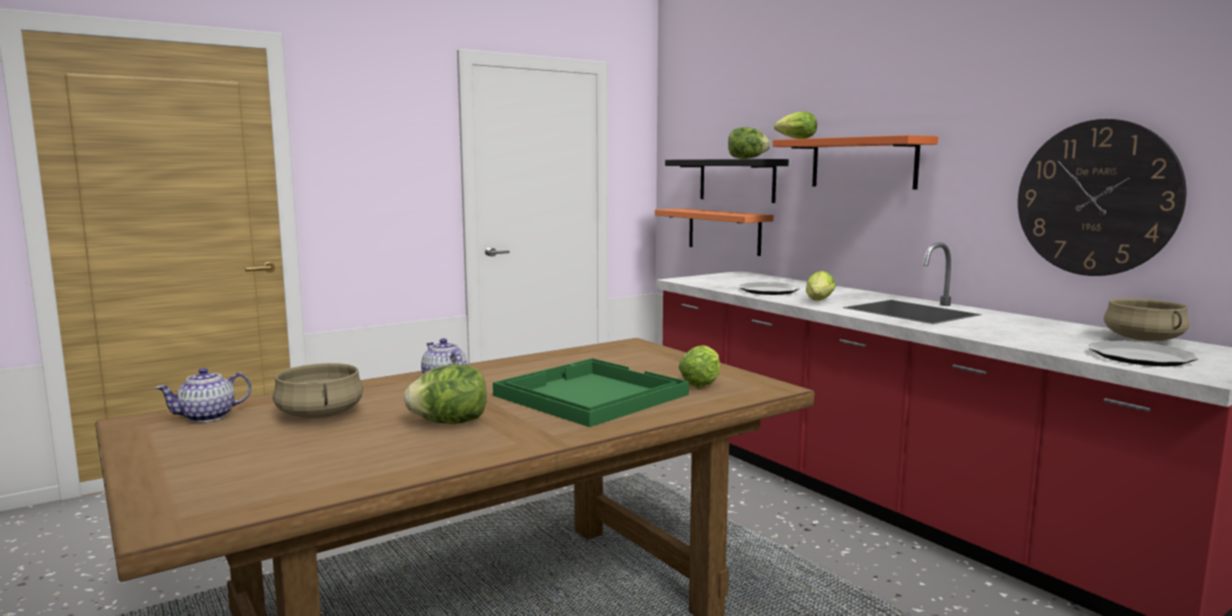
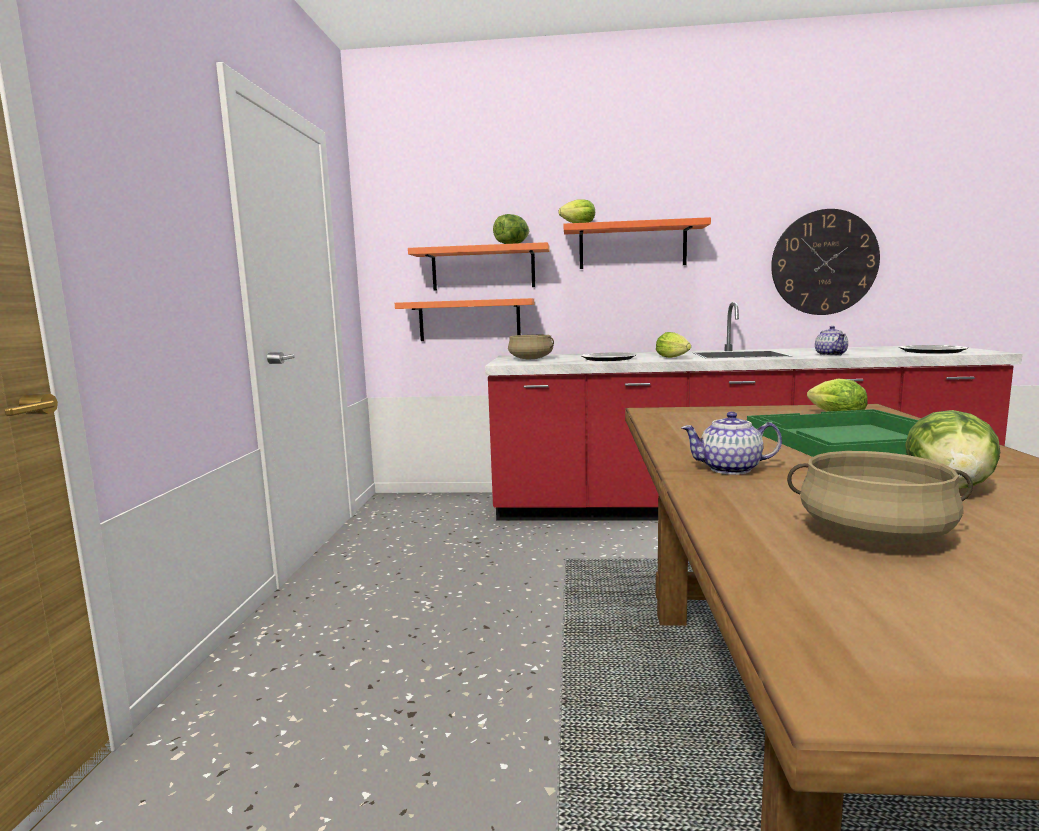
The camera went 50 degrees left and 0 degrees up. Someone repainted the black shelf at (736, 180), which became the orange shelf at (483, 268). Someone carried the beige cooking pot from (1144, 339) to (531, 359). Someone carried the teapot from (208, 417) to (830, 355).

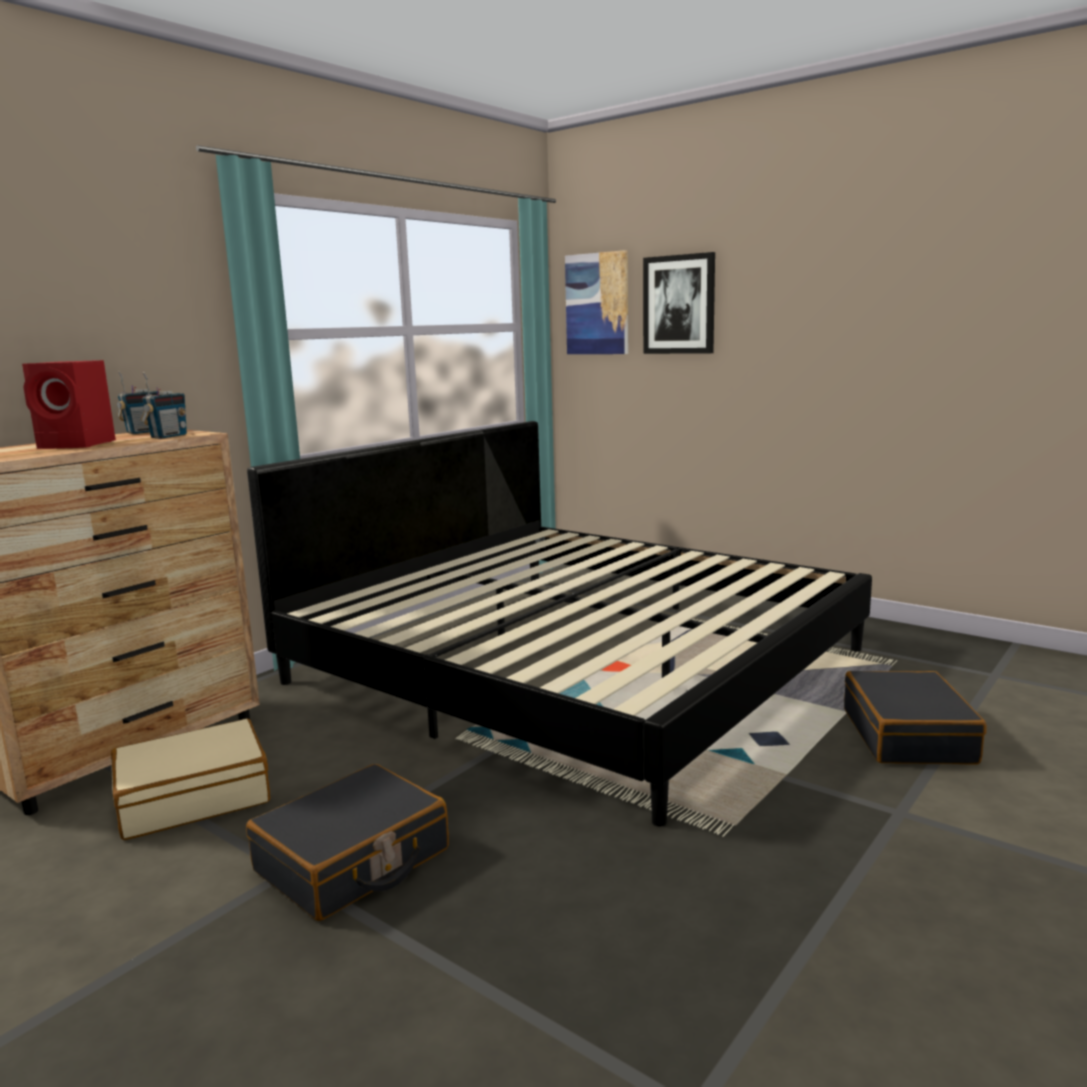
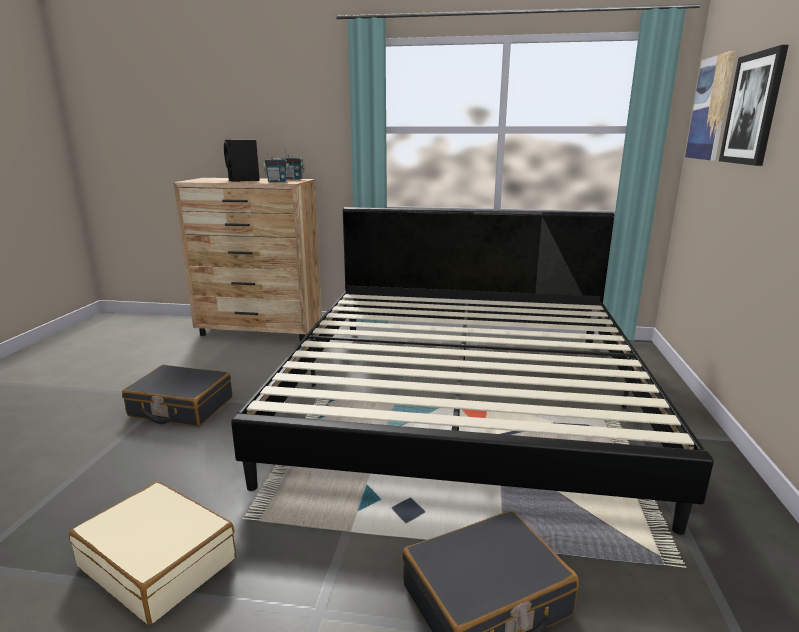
The camera went 60 degrees right and 5 degrees up. Someone repainted the red speaker at (79, 445), which became the black speaker at (243, 180). Someone carried the beige suitcase from (193, 797) to (159, 562).

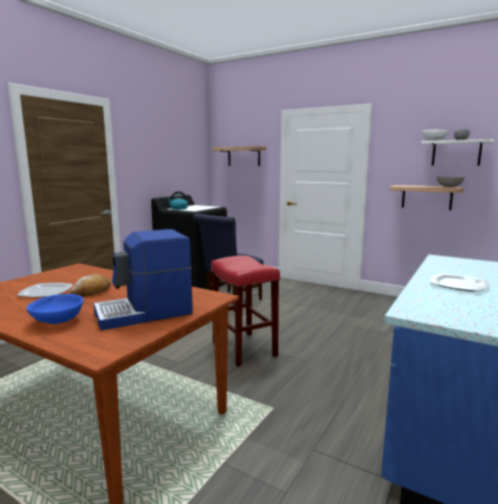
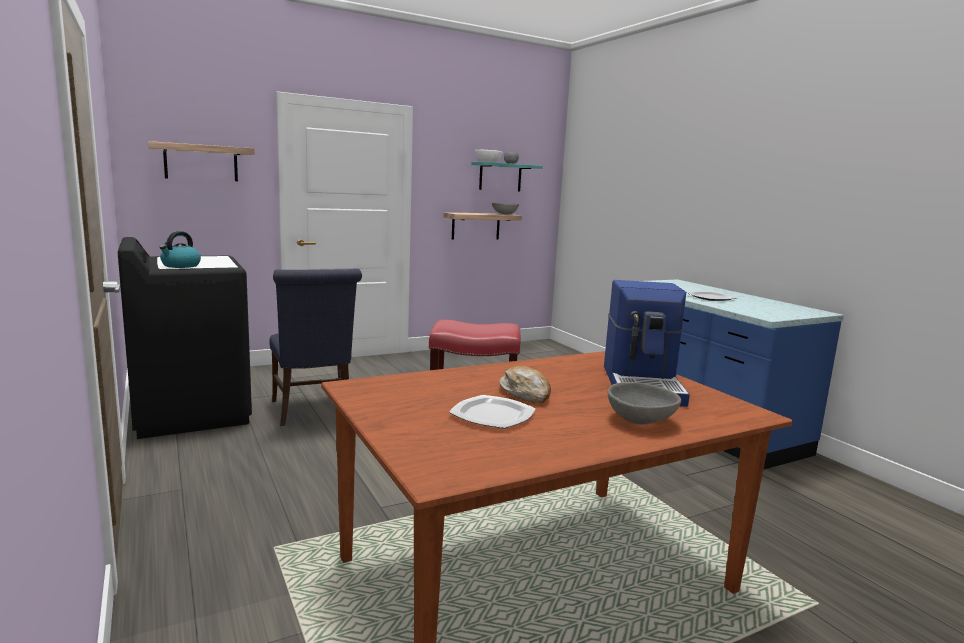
The camera went 60 degrees left and 0 degrees up. Someone repainted the white shelf at (456, 153), which became the turquoise shelf at (500, 177). Someone repainted the blue bowl at (57, 321), which became the grey bowl at (640, 420).

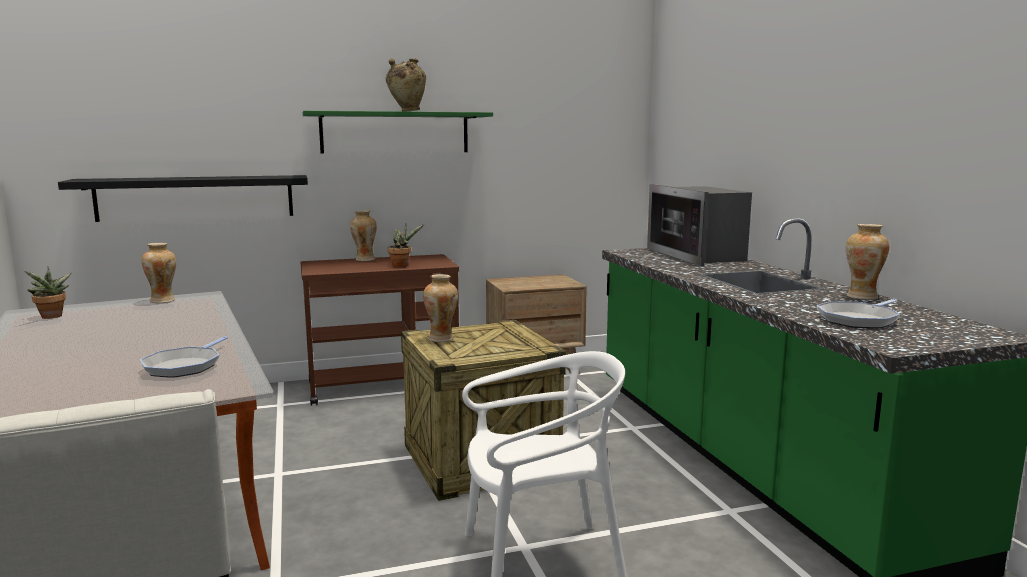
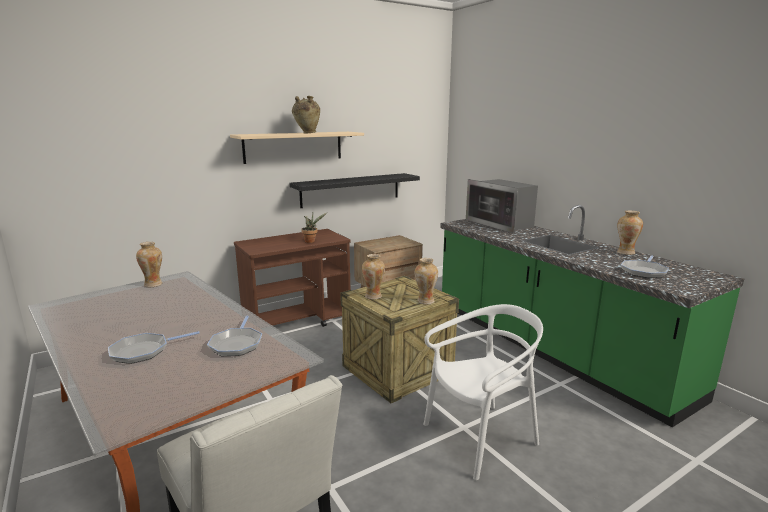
The camera went 15 degrees left and 5 degrees up. Someone repainted the green shelf at (395, 132), which became the beige shelf at (293, 147). Someone carried the black shelf from (196, 197) to (351, 190). Someone carried the vase from (364, 260) to (425, 301). Someone took away the potted plant at (52, 317). Someone put down the frying pan at (143, 351).

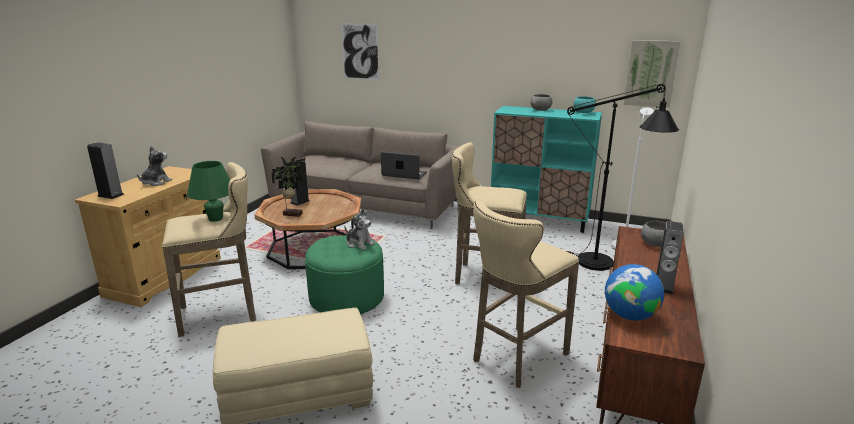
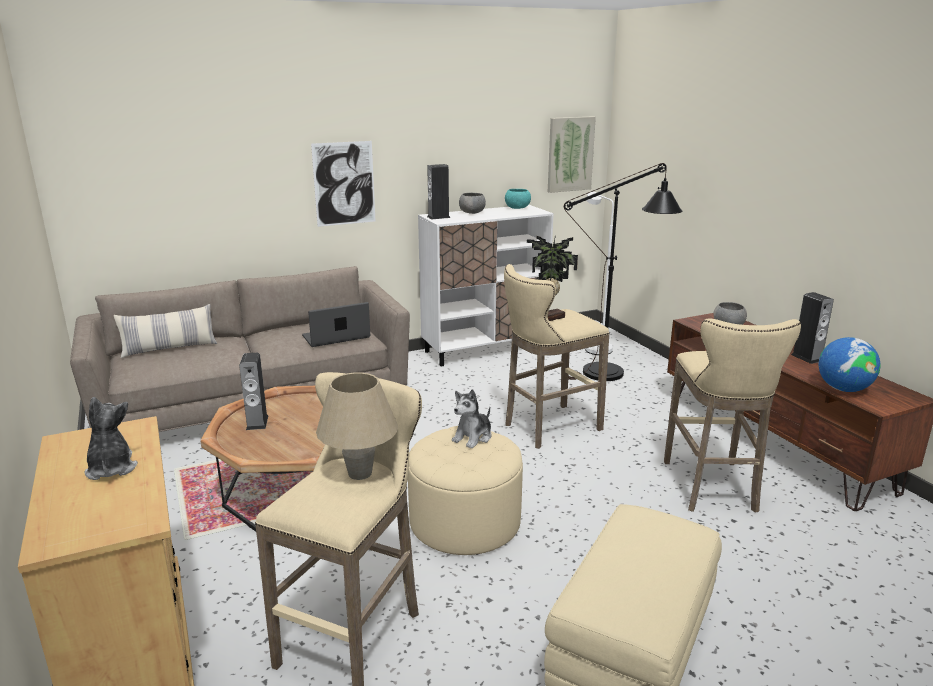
The camera went 45 degrees left and 0 degrees up. Someone carried the picture from (360, 51) to (344, 183). Someone repainted the turquoise cabinet at (539, 220), which became the white cabinet at (485, 349). Someone carried the speaker from (110, 195) to (438, 217). Someone carried the potted plant from (293, 214) to (549, 317). Someone repainted the green table lamp at (215, 219), which became the beige table lamp at (360, 473). Someone rotated the plush toy at (359, 244) by 135 degrees clockwise. Someone repainted the green ottoman at (346, 297), which became the beige ottoman at (465, 522). Someone put down the pillow at (169, 348).

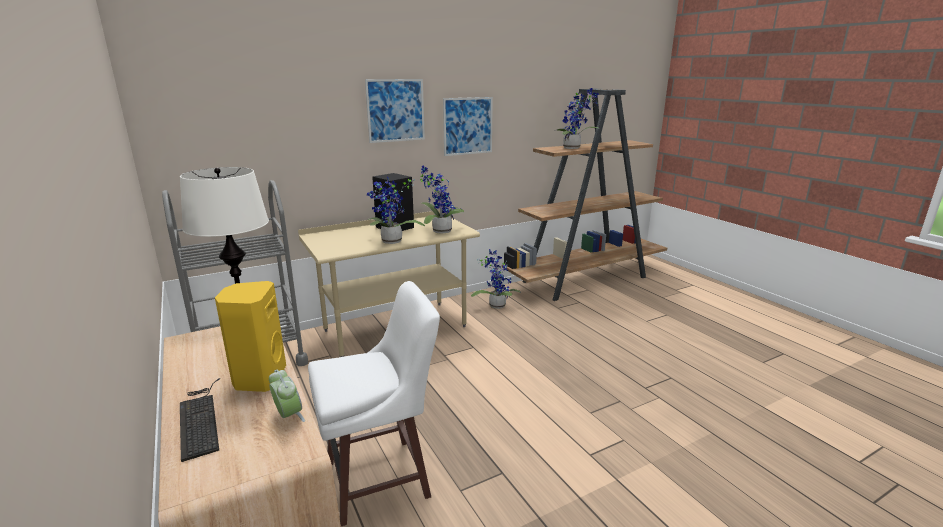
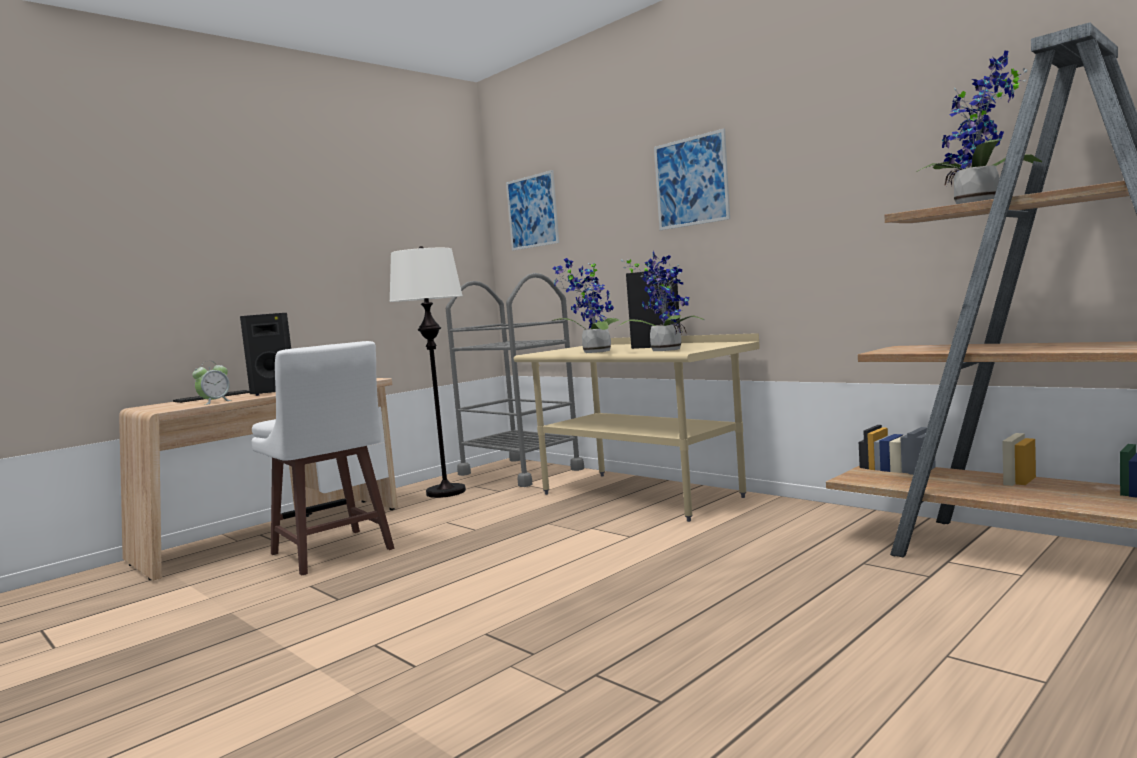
The camera went 75 degrees right and 15 degrees down. Someone carried the picture from (468, 126) to (532, 211). Someone took away the potted plant at (496, 304). Someone repainted the yellow speaker at (259, 378), which became the black speaker at (274, 392).

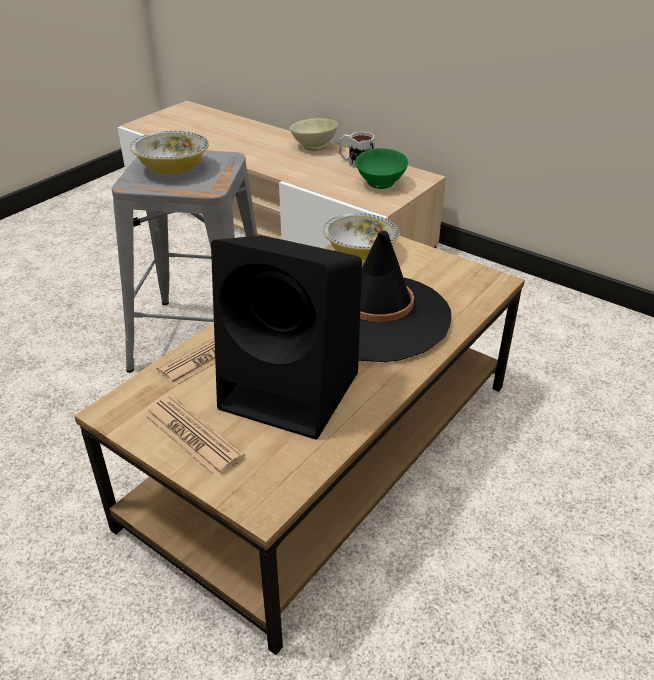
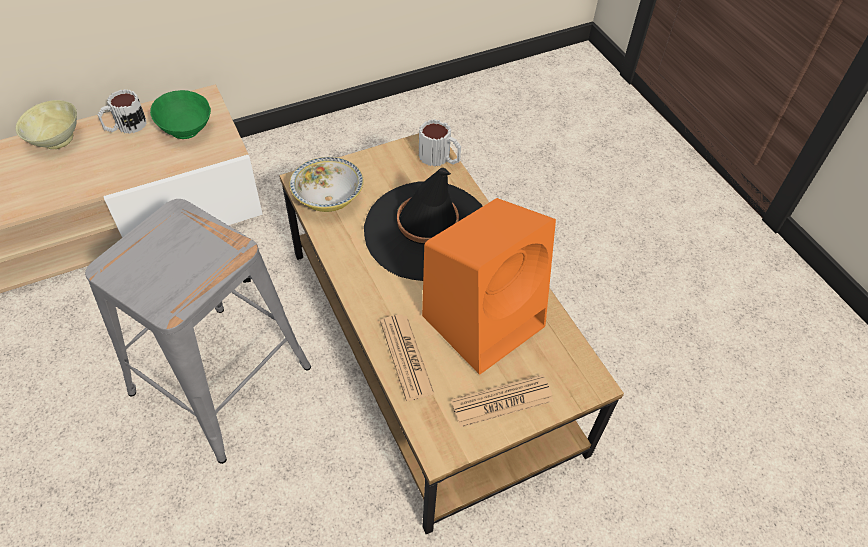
The camera went 65 degrees left and 15 degrees up. Someone took away the bowl at (172, 169). Someone repainted the black speaker at (293, 391), which became the orange speaker at (485, 319). Someone put down the mug at (440, 158).

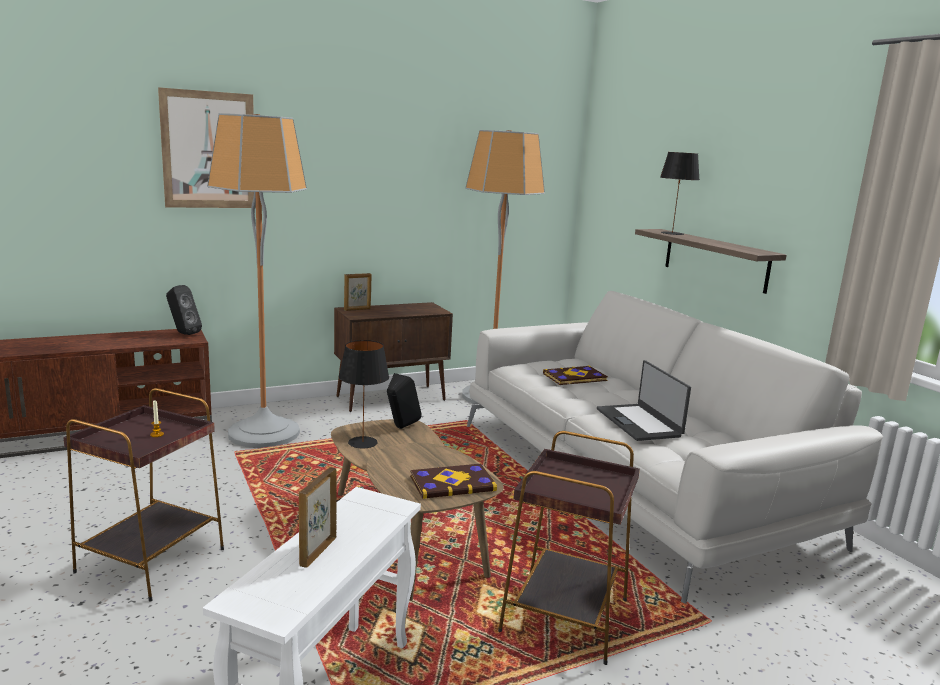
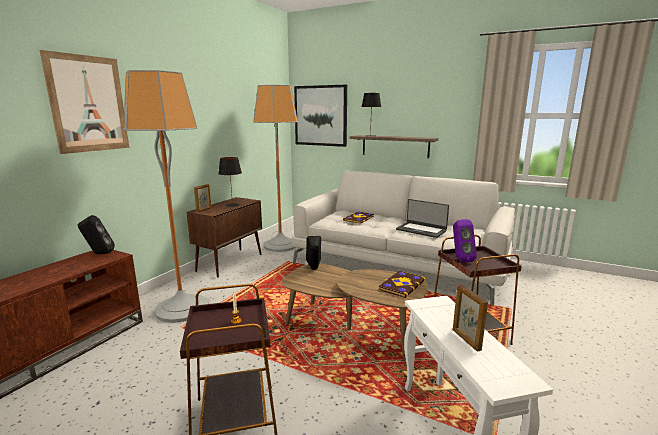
The camera went 35 degrees left and 0 degrees up. Someone carried the black table lamp from (363, 442) to (232, 205). Someone put up the picture at (320, 116). Someone put down the purple speaker at (460, 259).

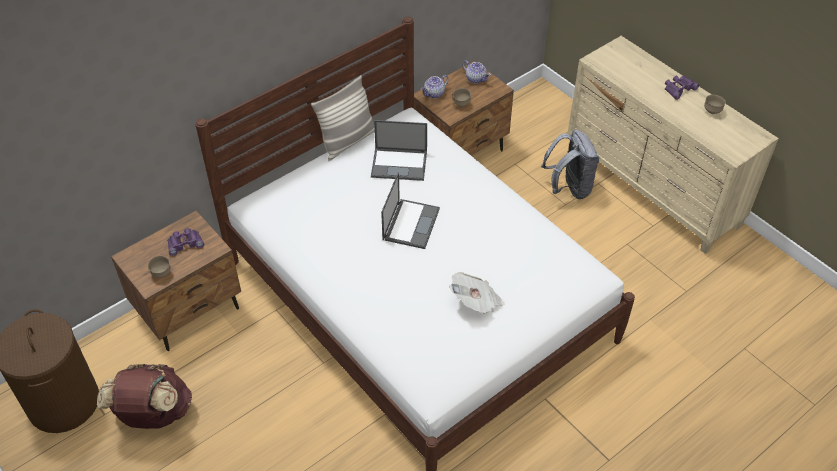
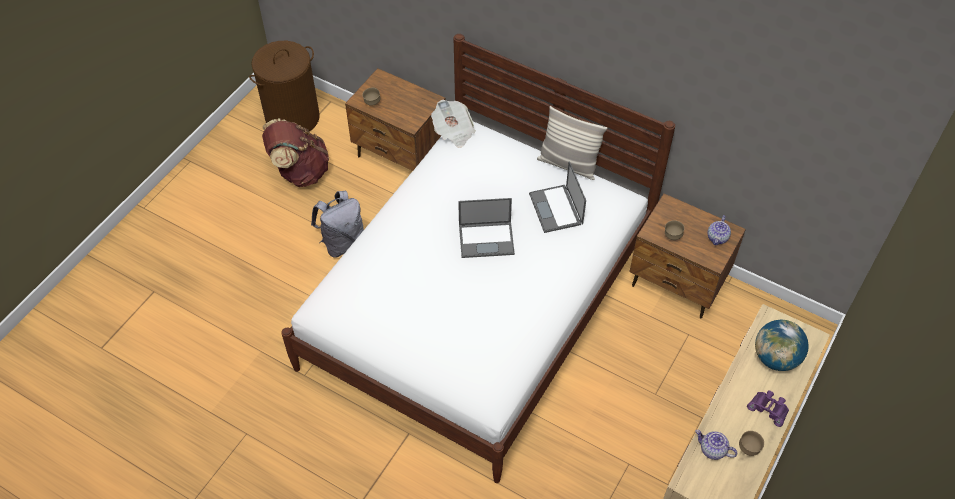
The camera went 70 degrees right and 5 degrees up. Someone carried the teapot from (434, 94) to (712, 450). Someone carried the grey backpack from (569, 188) to (342, 243). Someone took away the purple binoculars at (185, 243). Someone carried the newspaper from (476, 302) to (453, 131). Someone put down the globe at (775, 358).

